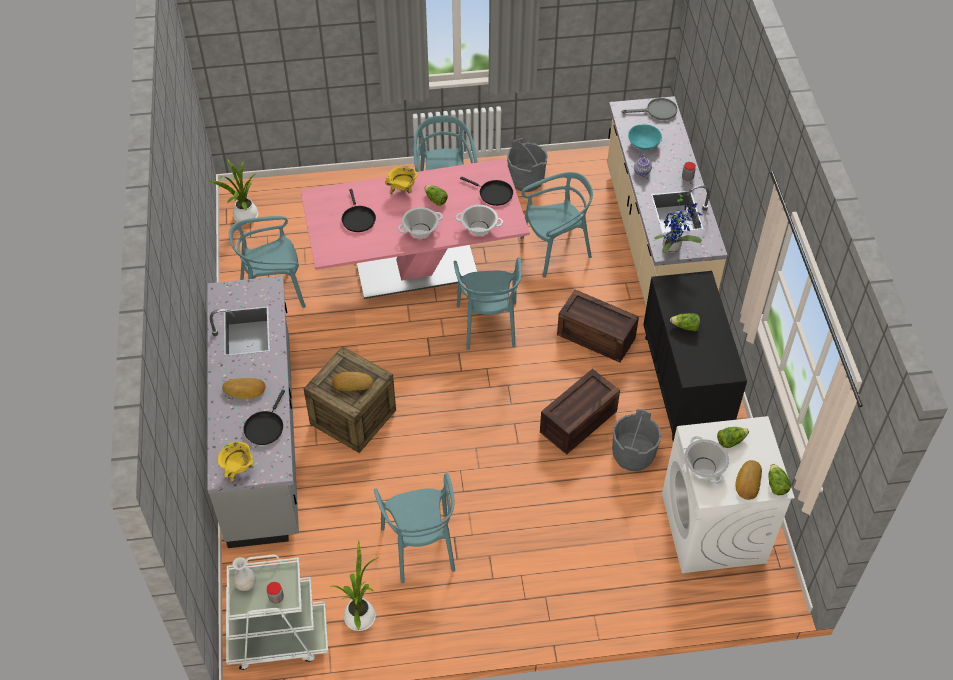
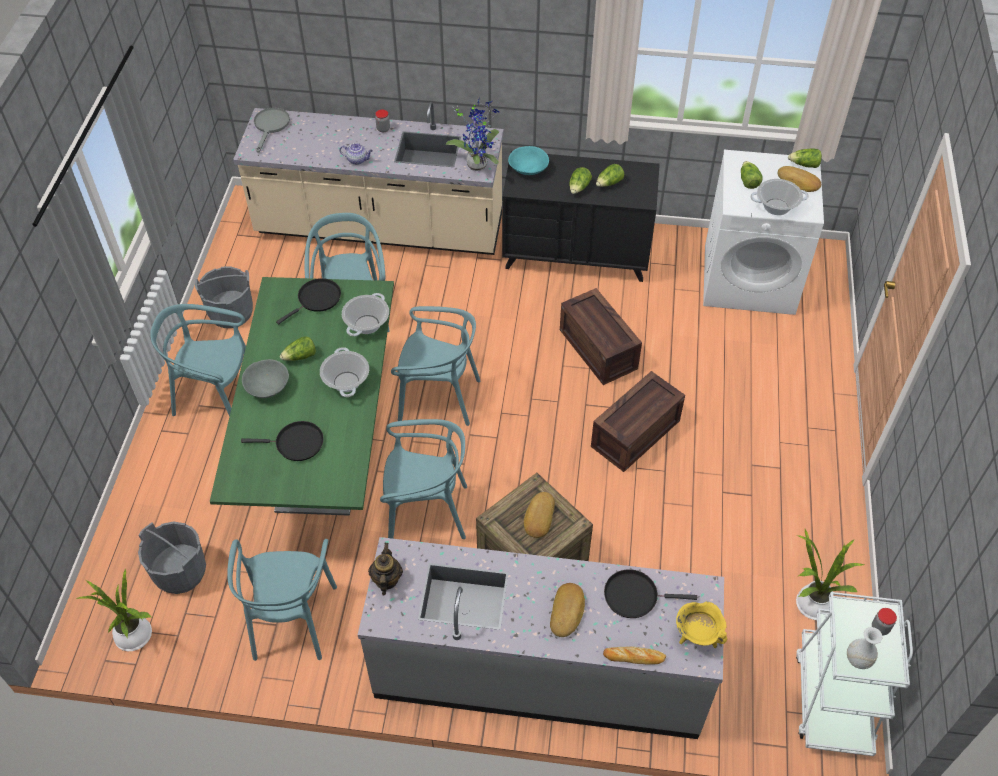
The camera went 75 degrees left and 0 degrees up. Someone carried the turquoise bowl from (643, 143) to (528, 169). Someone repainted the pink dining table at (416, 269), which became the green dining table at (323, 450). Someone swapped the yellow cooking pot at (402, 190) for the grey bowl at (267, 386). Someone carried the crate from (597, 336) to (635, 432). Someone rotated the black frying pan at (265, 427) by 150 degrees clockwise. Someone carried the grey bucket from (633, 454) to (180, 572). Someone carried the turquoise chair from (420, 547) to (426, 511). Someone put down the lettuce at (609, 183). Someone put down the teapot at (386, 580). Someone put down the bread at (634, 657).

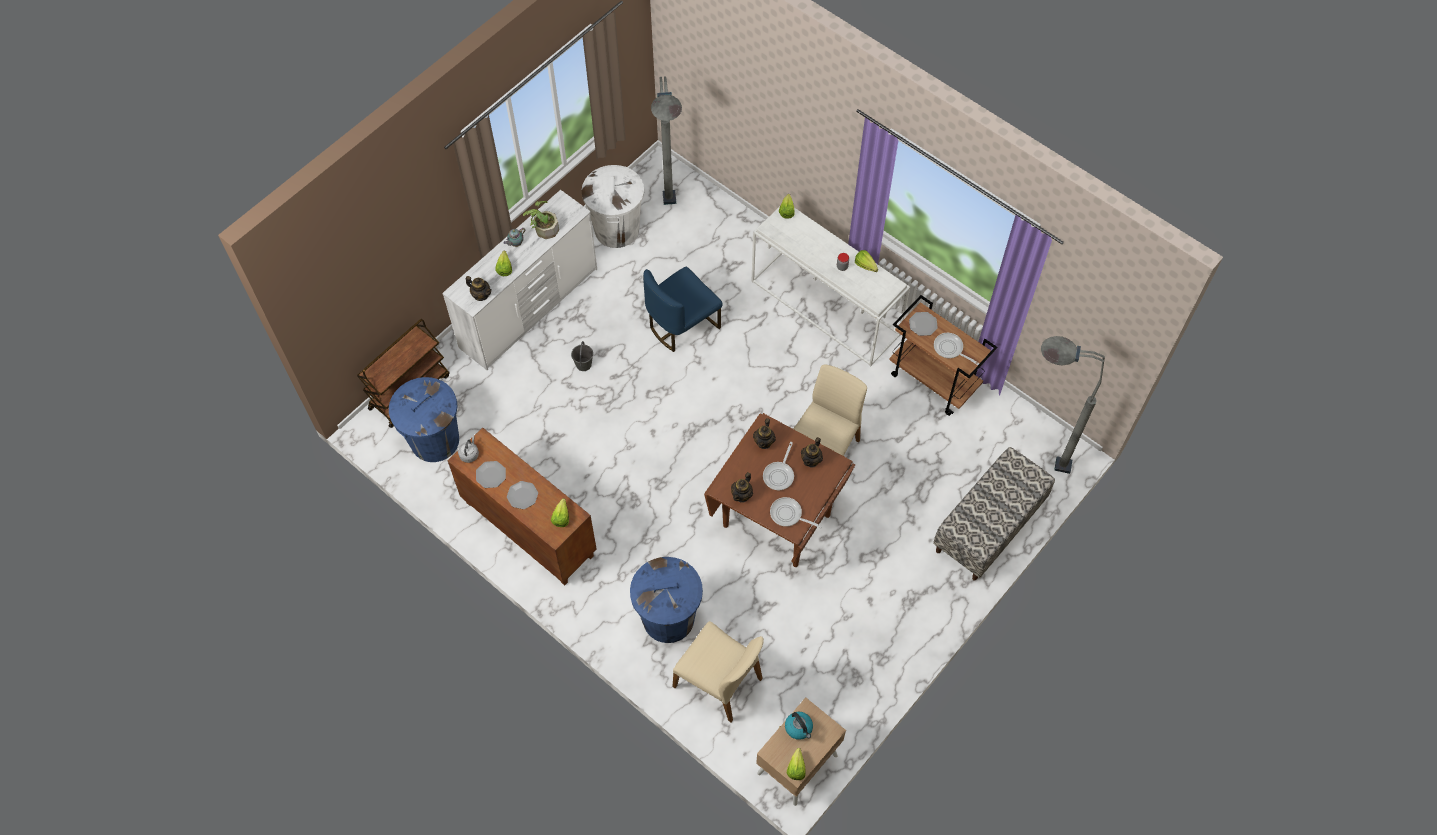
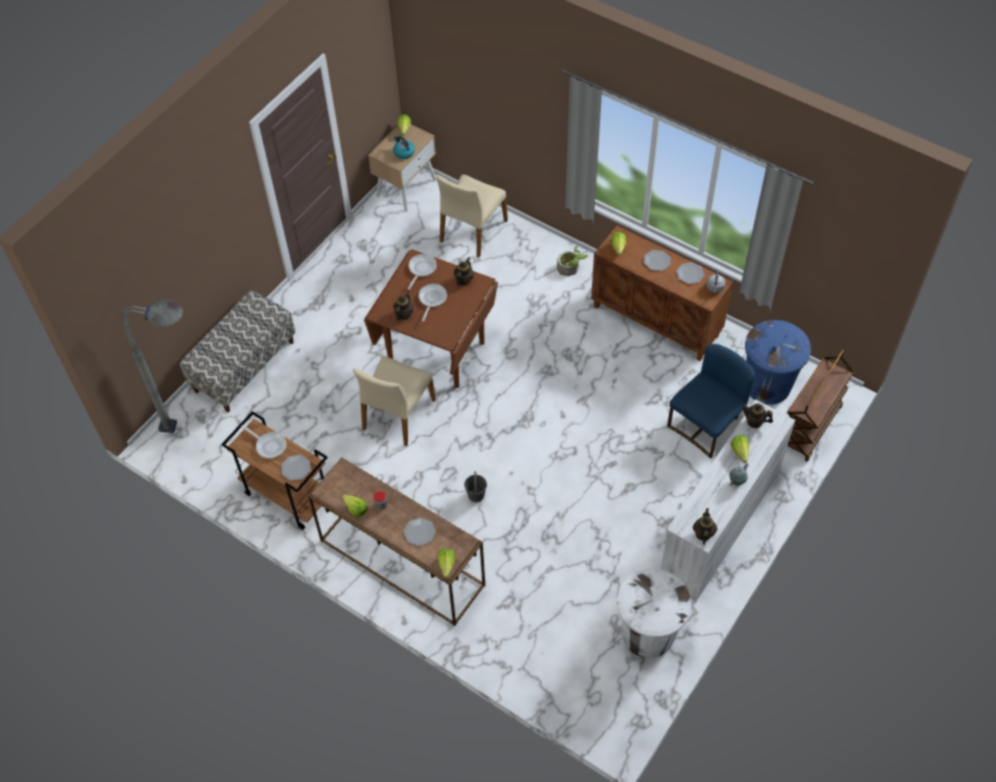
The camera went 175 degrees right and 5 degrees down. Someone took away the grey floor lamp at (671, 221). Someone carried the potted plant from (543, 228) to (570, 268). Someone repainted the white console table at (826, 308), which became the brown console table at (400, 563). Someone carried the blue chair from (682, 325) to (706, 425). Someone carried the grey bucket from (583, 364) to (476, 495). Someone carried the teapot from (764, 442) to (703, 534). Someone rotated the frying pan at (788, 515) by 90 degrees counterclockwise. Someone took away the blue trash can at (668, 618). Someone rotated the beige chair at (719, 682) by 90 degrees counterclockwise. Someone put down the plate at (419, 532).

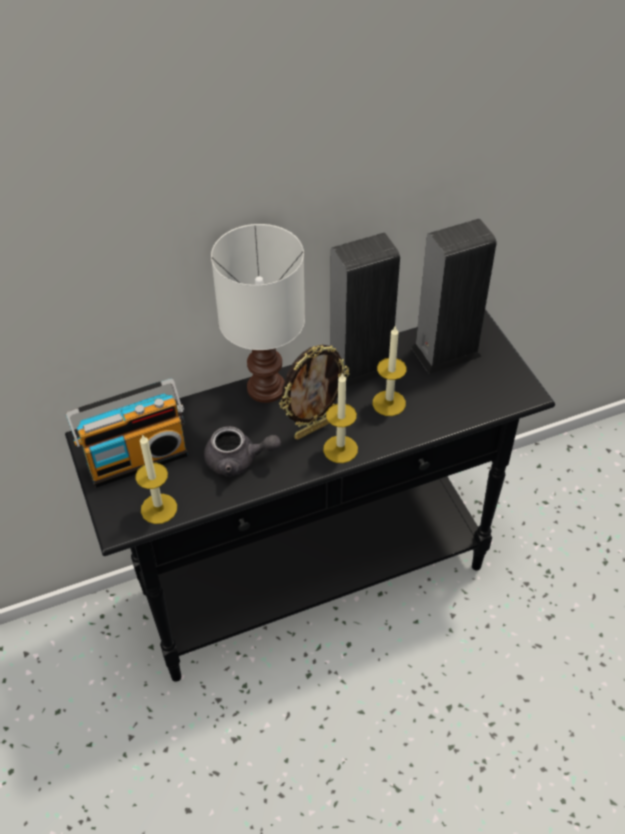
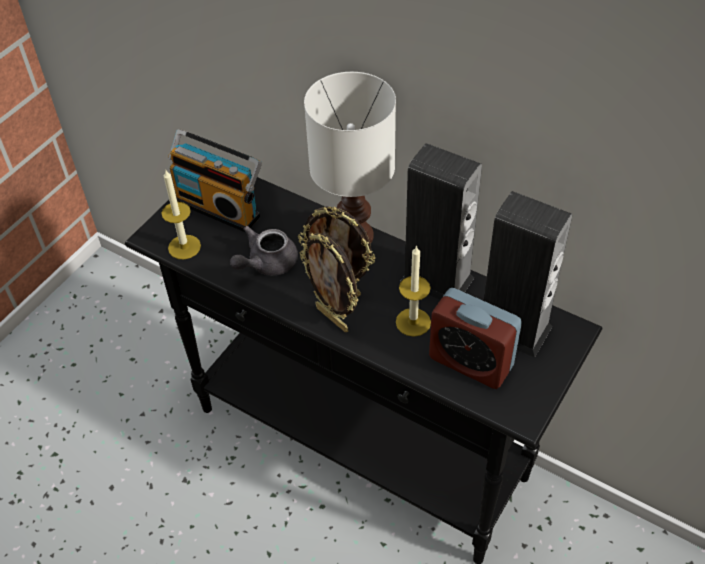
The camera went 55 degrees right and 0 degrees up. Someone swapped the candle at (340, 449) for the picture frame at (333, 318). Someone rotated the grey teapot at (238, 460) by 75 degrees clockwise. Someone put down the alarm clock at (471, 362).

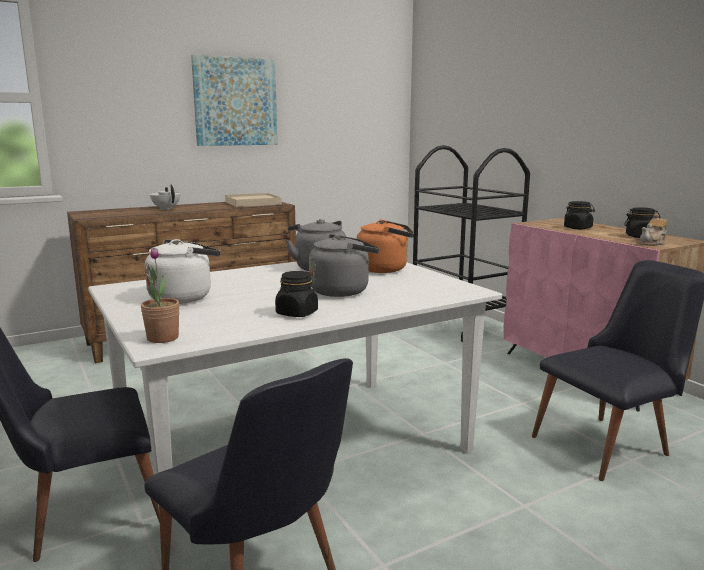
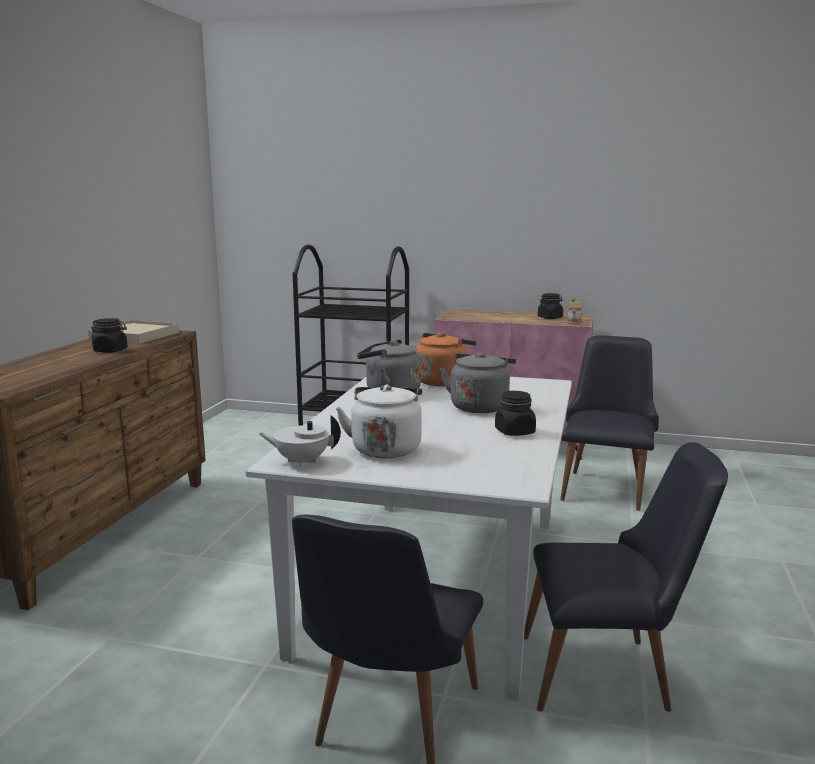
The camera went 45 degrees left and 0 degrees up. Someone took away the picture at (235, 102). Someone carried the white teapot from (166, 209) to (301, 461). Someone carried the black jar from (578, 228) to (111, 350). Someone took away the potted plant at (163, 338).

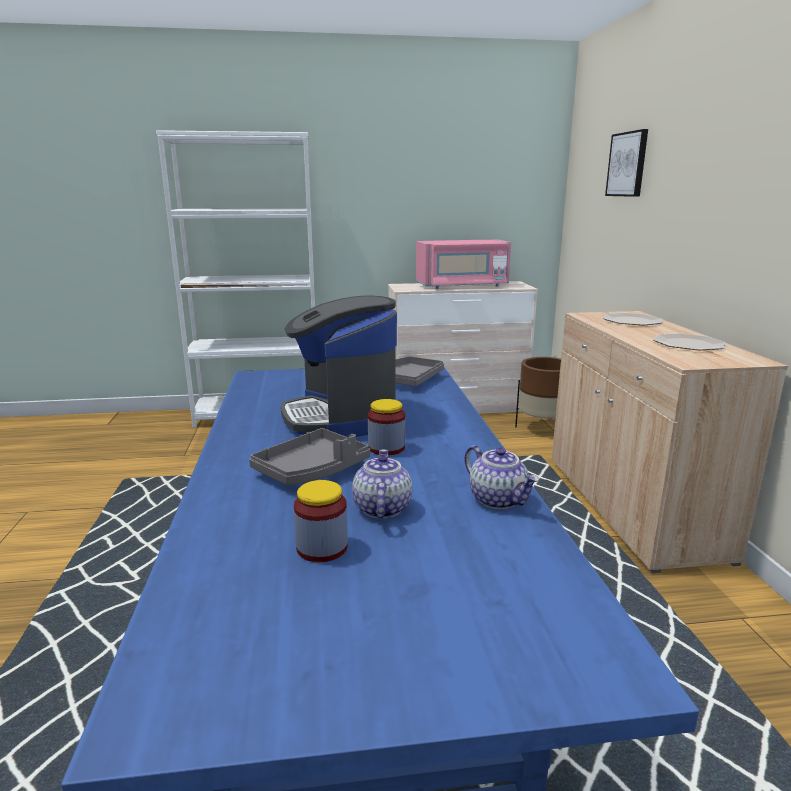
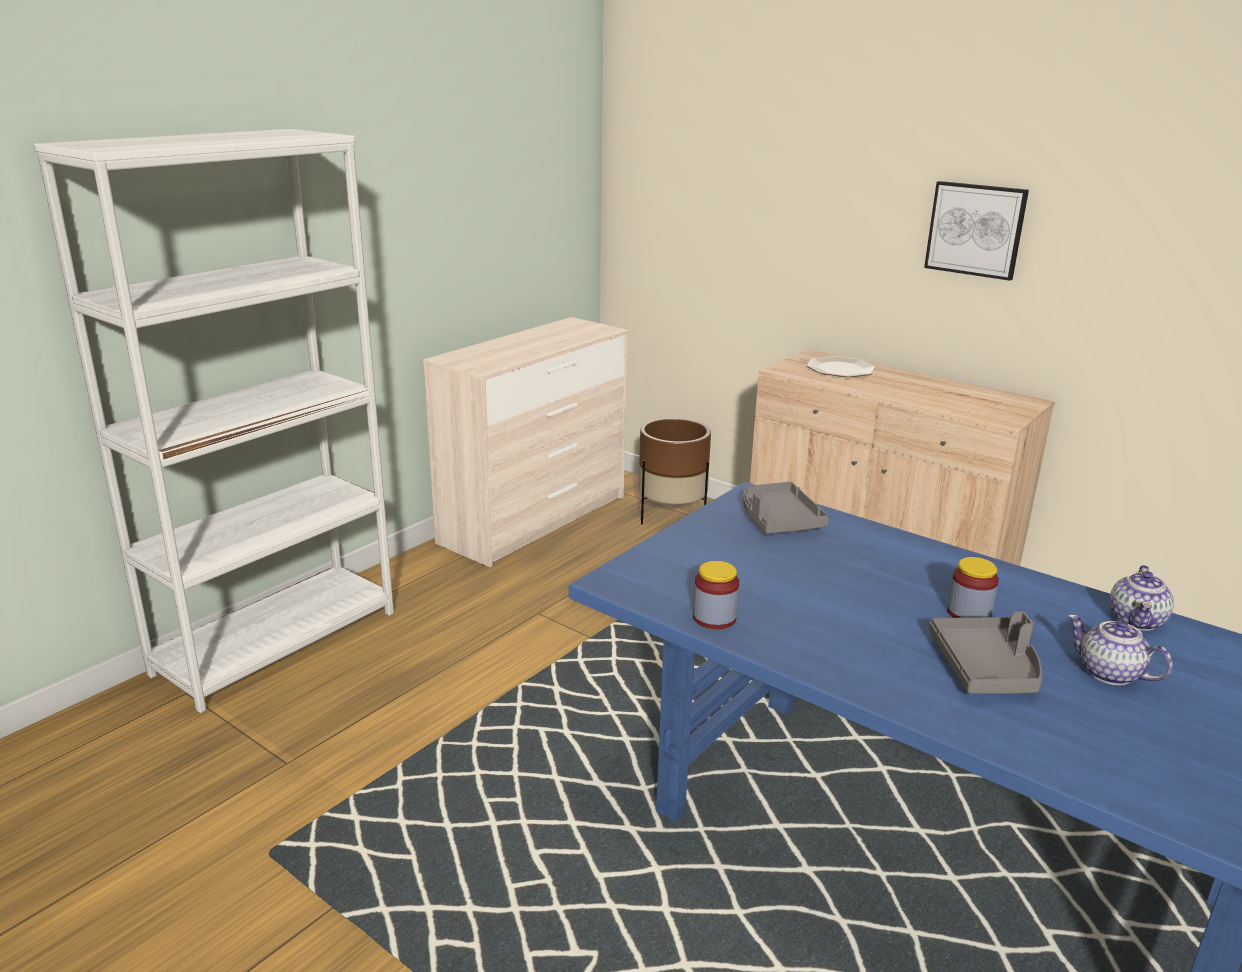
The camera went 45 degrees left and 5 degrees up. Someone carried the picture from (627, 164) to (975, 229). Someone took away the pink microwave at (462, 286). Someone took away the coffee machine at (341, 417). Someone took away the plate at (689, 344). Someone rotated the teapot at (498, 499) by 105 degrees clockwise. Someone carried the jar from (322, 547) to (714, 618).

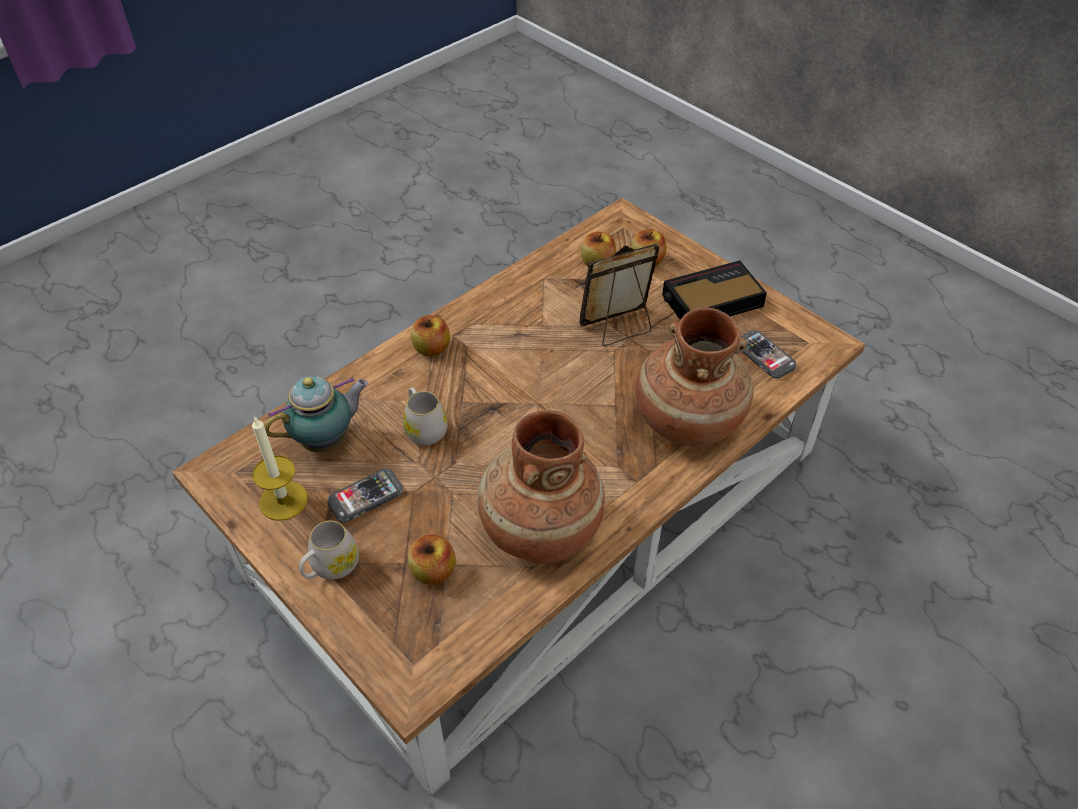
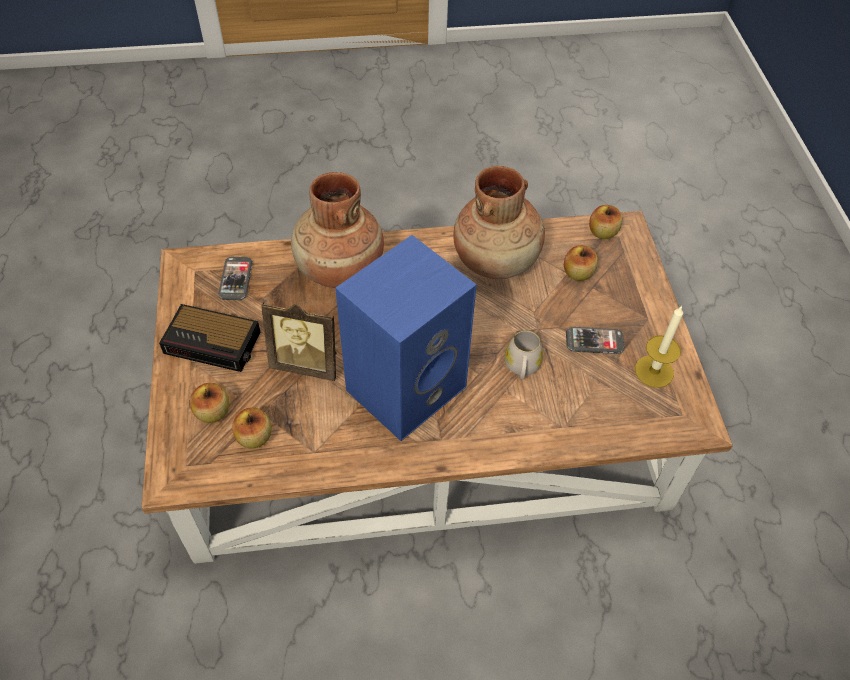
The camera went 145 degrees left and 5 degrees up. Someone carried the apple from (432, 348) to (602, 232). Someone took away the teapot at (327, 440). Someone took away the white mug at (330, 567). Someone put down the blue speaker at (406, 385).

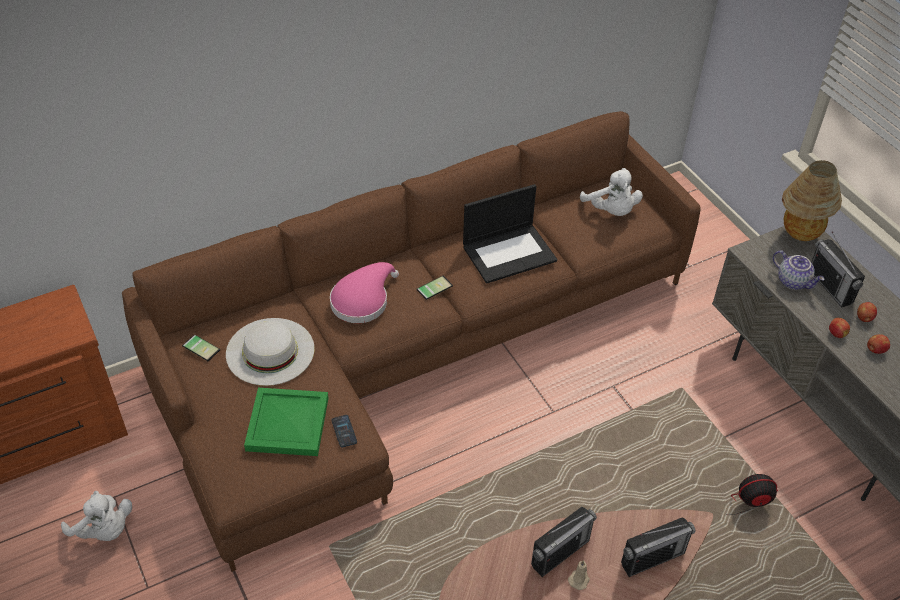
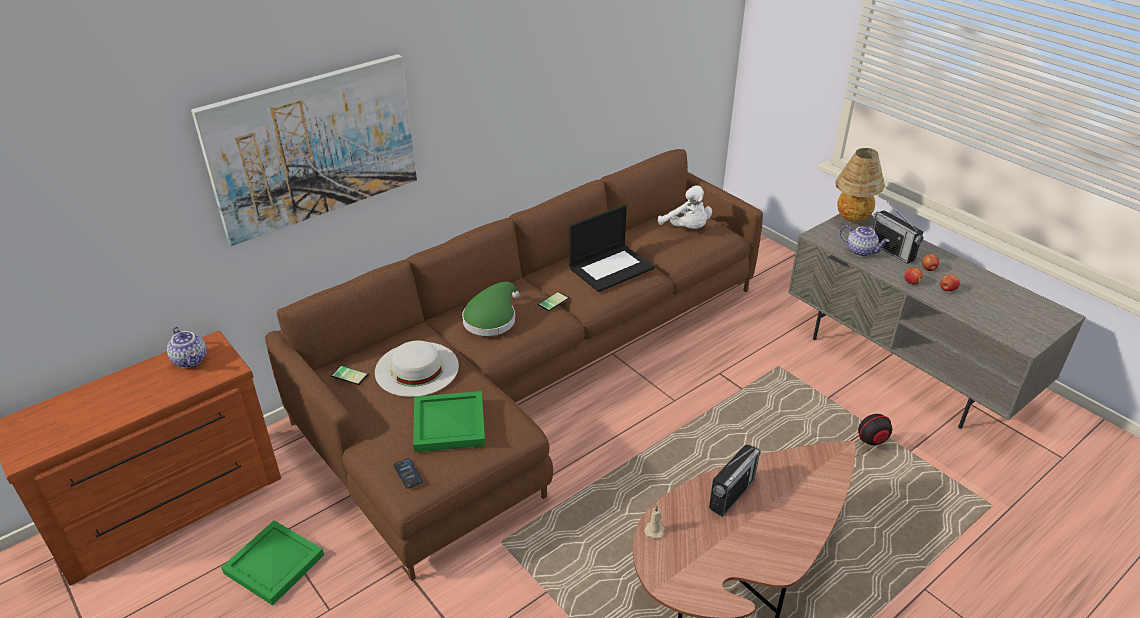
The camera went 10 degrees left and 10 degrees down. Someone repainted the pink hat at (362, 300), which became the green hat at (492, 318). Someone carried the phone from (344, 431) to (408, 473). Someone swapped the white plush toy at (104, 530) for the green tray at (274, 565). Someone took away the radio at (652, 558). Someone carried the beige candle from (579, 579) to (654, 530). Someone put up the picture at (314, 147). Someone put down the teapot at (191, 360).

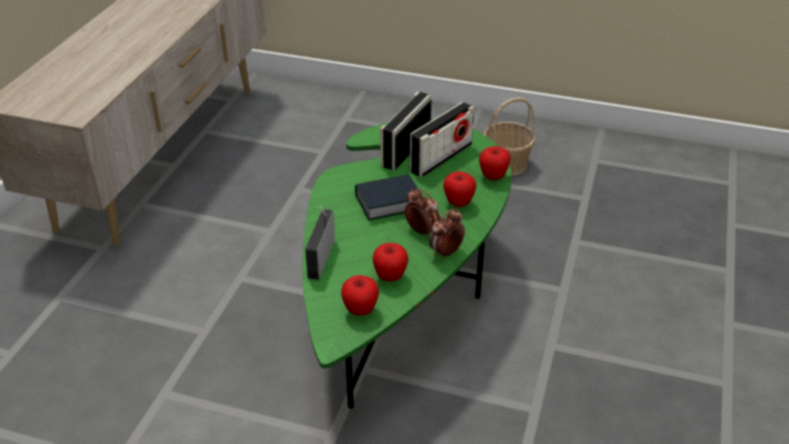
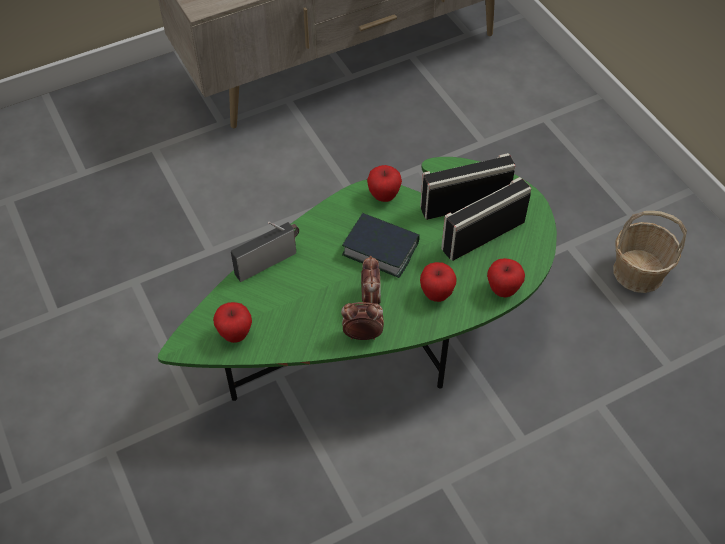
The camera went 45 degrees right and 15 degrees up. Someone rotated the radio at (441, 158) by 150 degrees clockwise. Someone carried the apple from (390, 277) to (384, 196).

